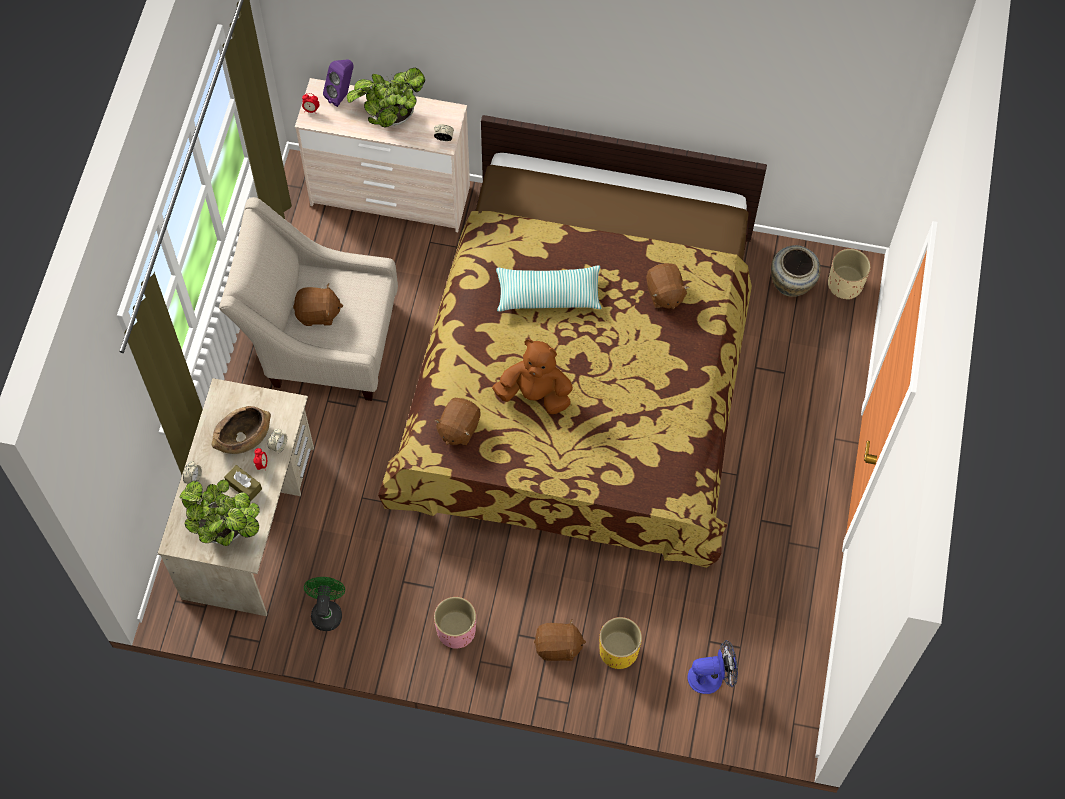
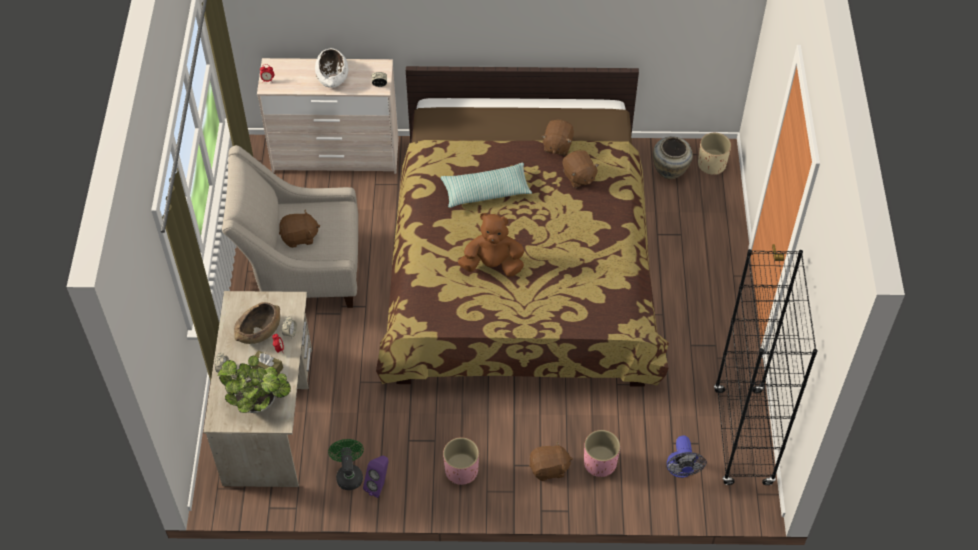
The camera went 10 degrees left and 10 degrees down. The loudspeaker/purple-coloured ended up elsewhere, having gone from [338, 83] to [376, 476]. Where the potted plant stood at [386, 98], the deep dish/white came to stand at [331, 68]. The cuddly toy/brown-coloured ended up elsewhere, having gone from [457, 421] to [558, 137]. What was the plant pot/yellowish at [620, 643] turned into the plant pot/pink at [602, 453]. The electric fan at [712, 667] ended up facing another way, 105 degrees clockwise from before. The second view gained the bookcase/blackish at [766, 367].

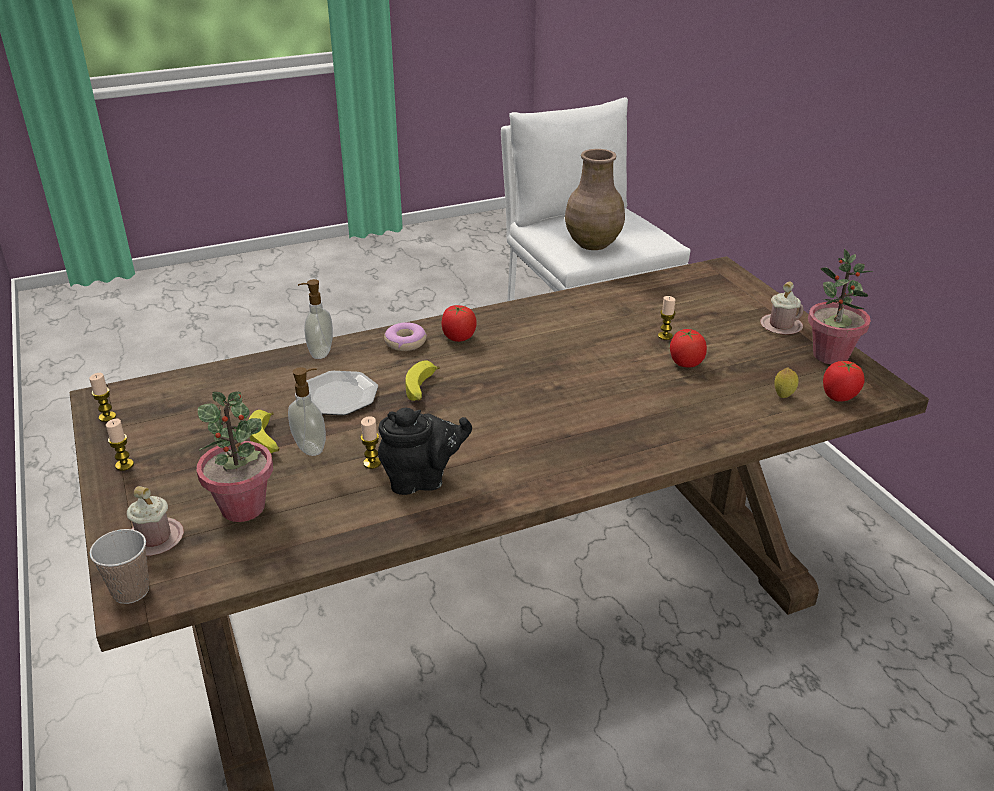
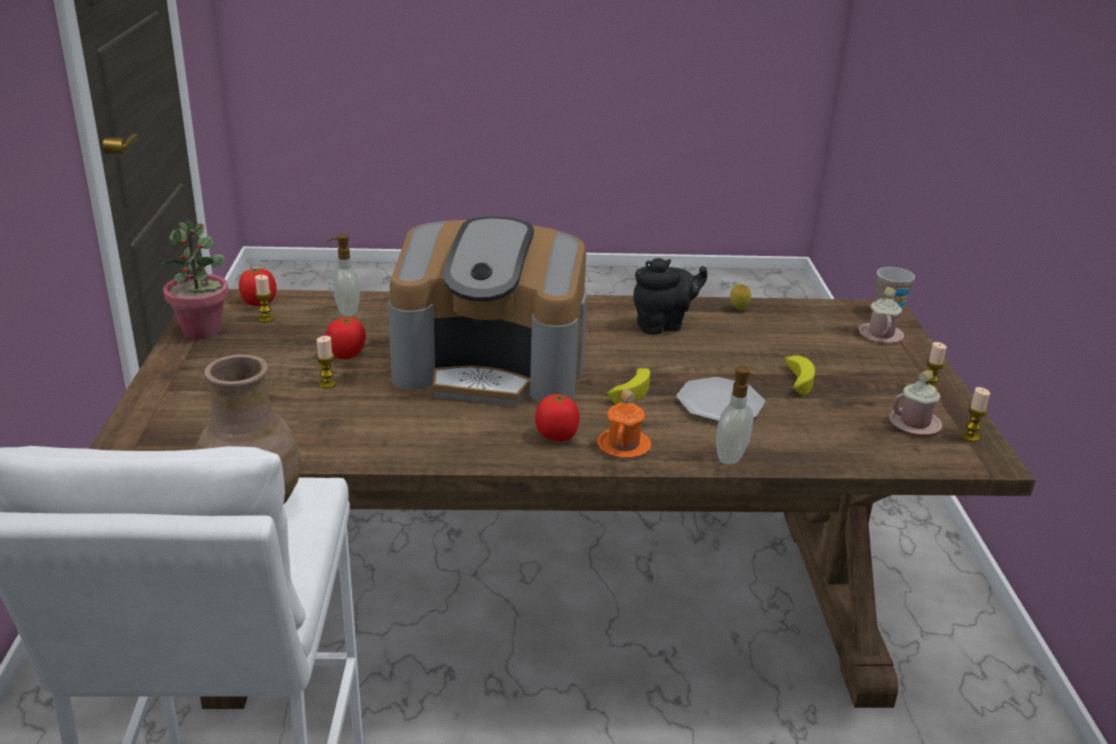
The camera went 160 degrees left and 5 degrees down. The second view lost the potted plant at [235, 457]. The liquid soap bottle ended up elsewhere, having gone from [307, 411] to [343, 275]. The wax light ended up elsewhere, having gone from [371, 442] to [264, 298]. The tea pot/blackish at [425, 451] ended up facing another way, 150 degrees clockwise from before. Where the doughnut stood at [405, 336], the coffee mug/orange-coloured came to stand at [624, 423]. The coffee mug/pink ended up elsewhere, having gone from [782, 308] to [915, 402]. The citrus fruit ended up elsewhere, having gone from [786, 383] to [740, 297]. The second view gained the coffee maker at [487, 311].

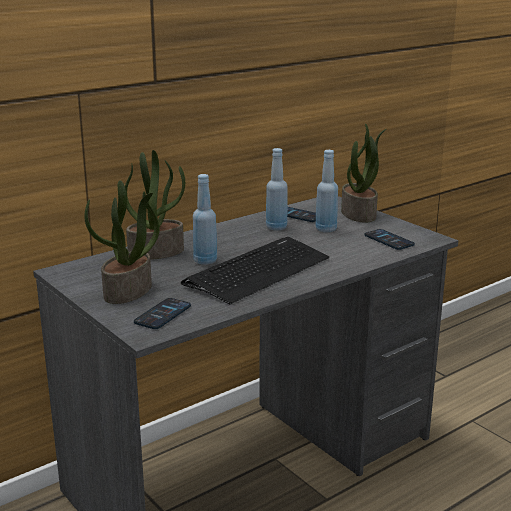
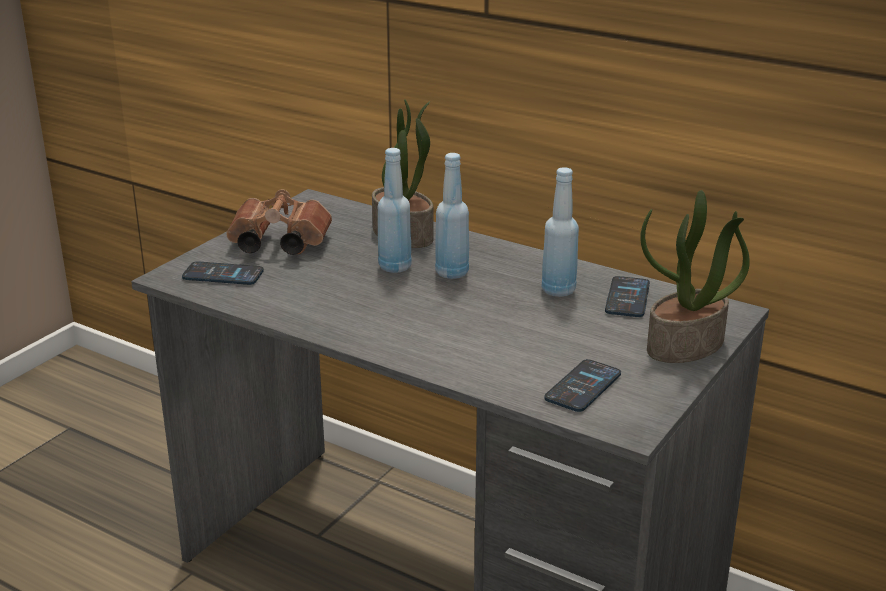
The camera went 70 degrees right and 5 degrees up. Where the potted plant stood at [122, 242], the binoculars/brown-coloured came to stand at [279, 222]. The second view lost the PC keyboard at [255, 270]. The drink bottle/blue-coloured ended up elsewhere, having gone from [326, 191] to [452, 216].

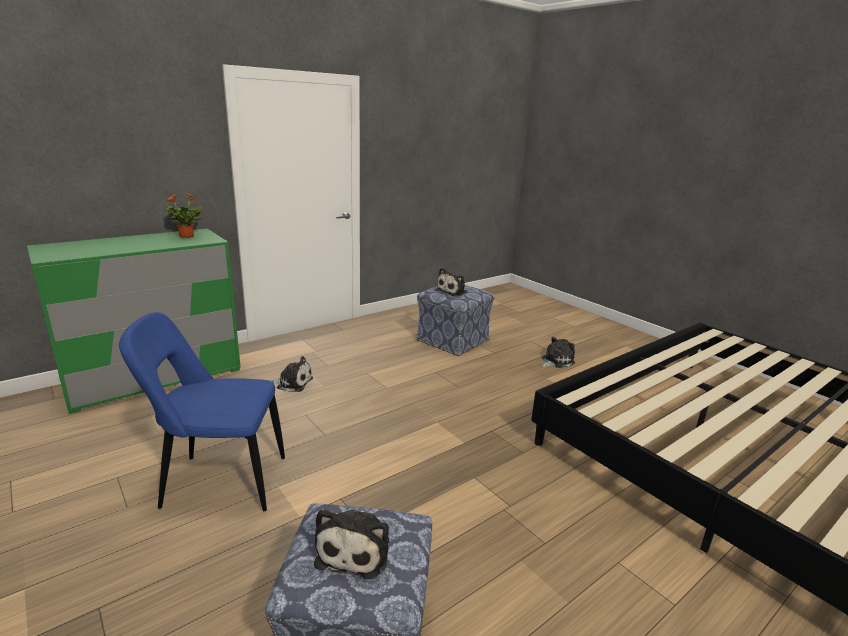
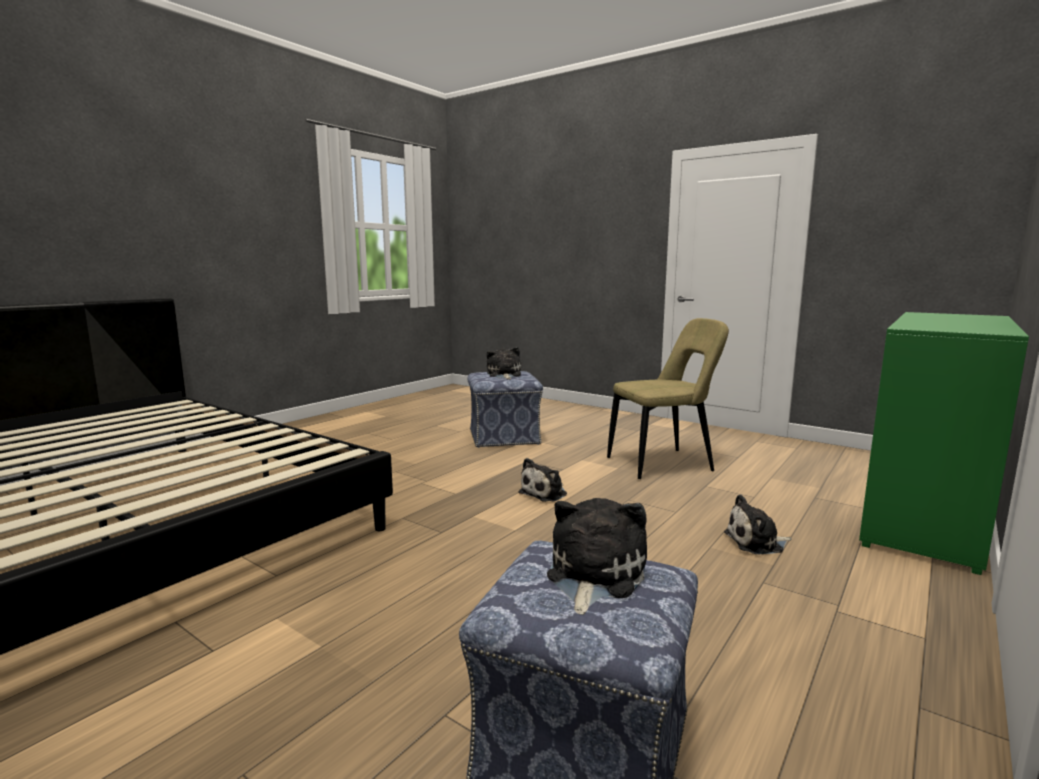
The camera went 165 degrees right and 10 degrees down. What was the plain chair/blue-coloured at [202, 411] turned into the plain chair/sand-coloured at [668, 398]. The second view lost the potted plant at [183, 215]. The cuddly toy ended up elsewhere, having gone from [558, 352] to [542, 480].

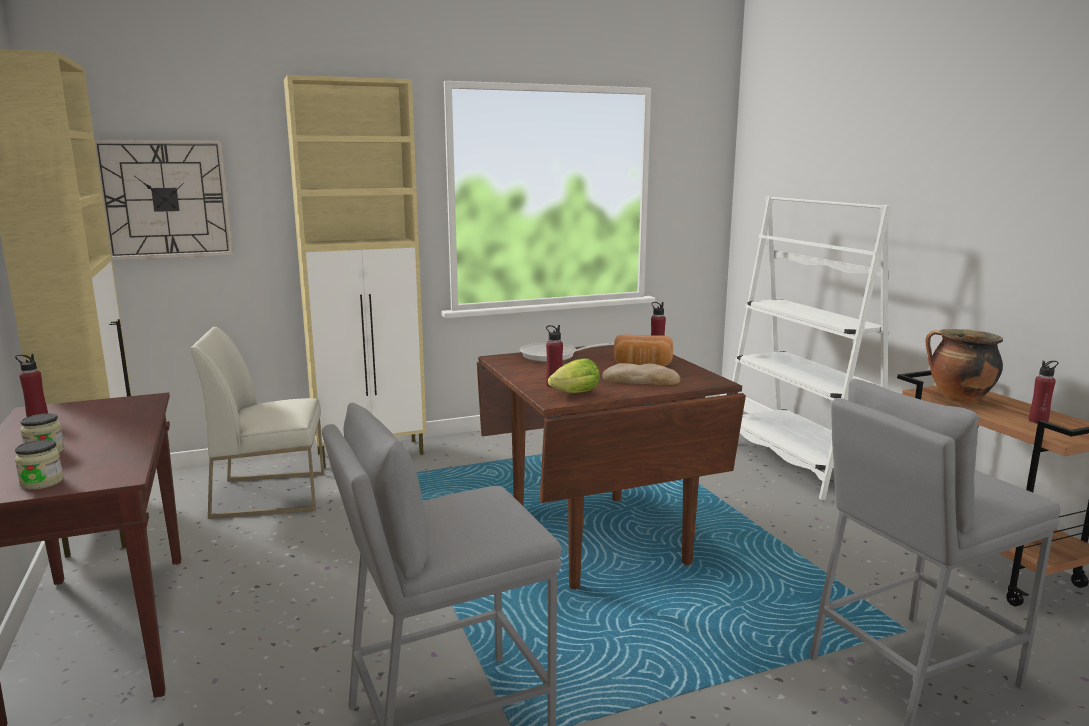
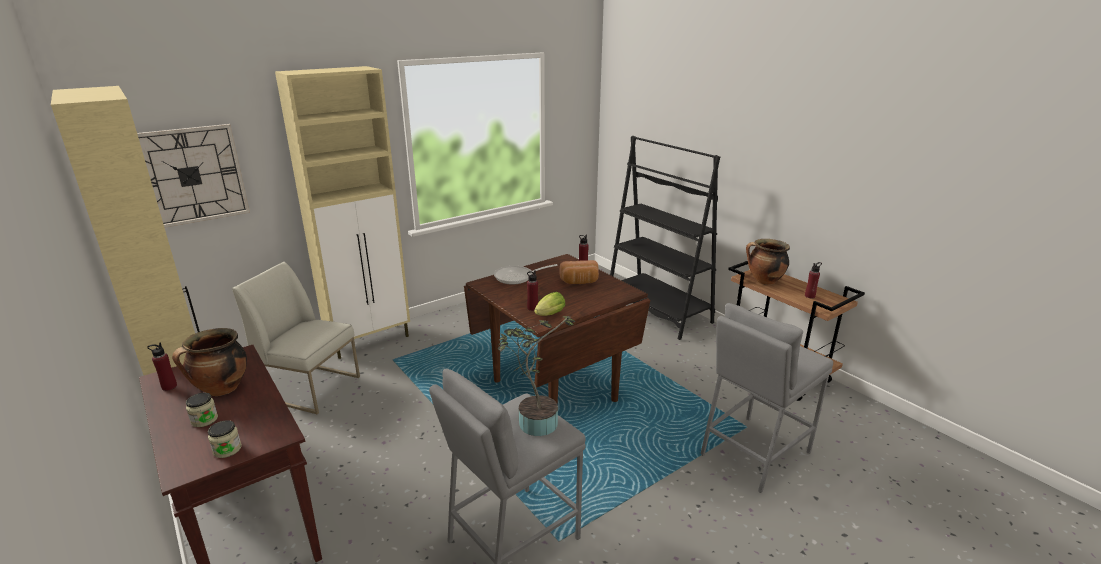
The camera went 15 degrees left and 10 degrees up. The plain chair/white at [257, 423] ended up facing another way, 45 degrees clockwise from before. The second view lost the bread at [641, 374]. What was the bookcase/white at [811, 348] turned into the bookcase/blackish at [665, 238]. The second view gained the cooking pot at [209, 362]. The second view gained the potted plant at [536, 376].

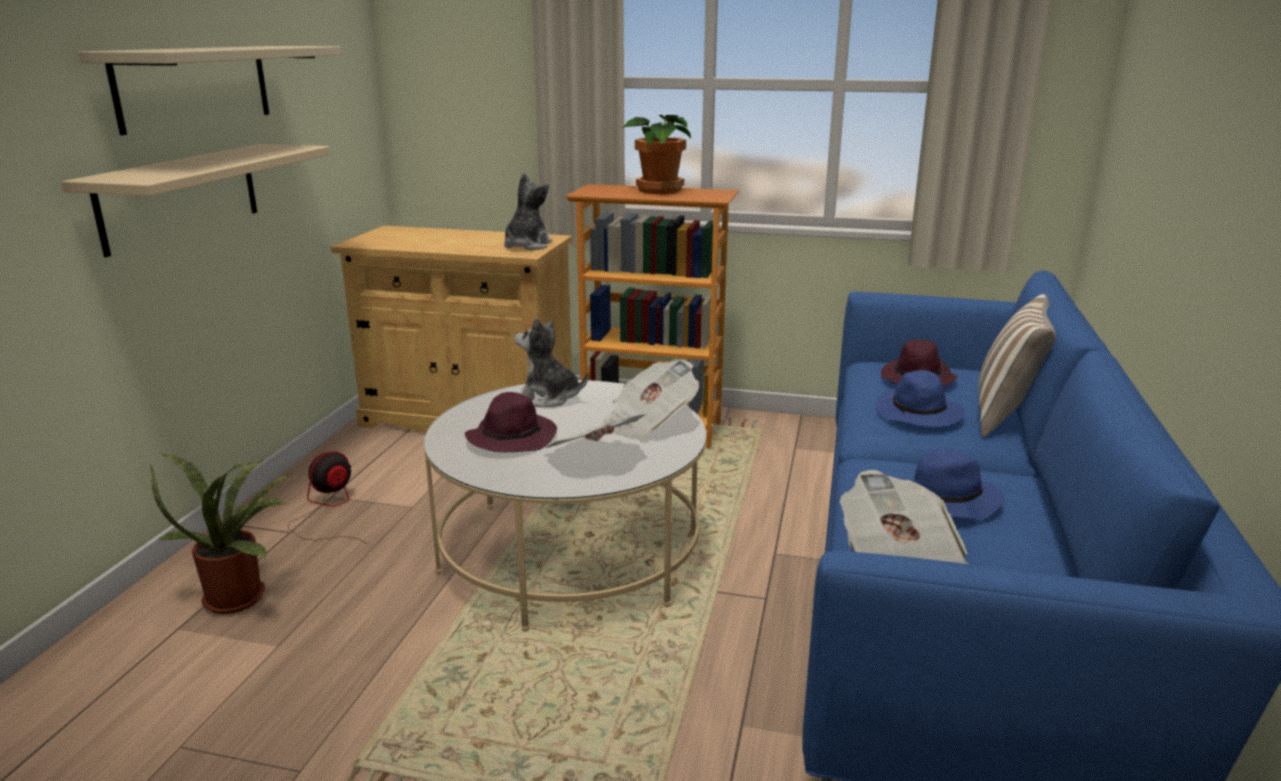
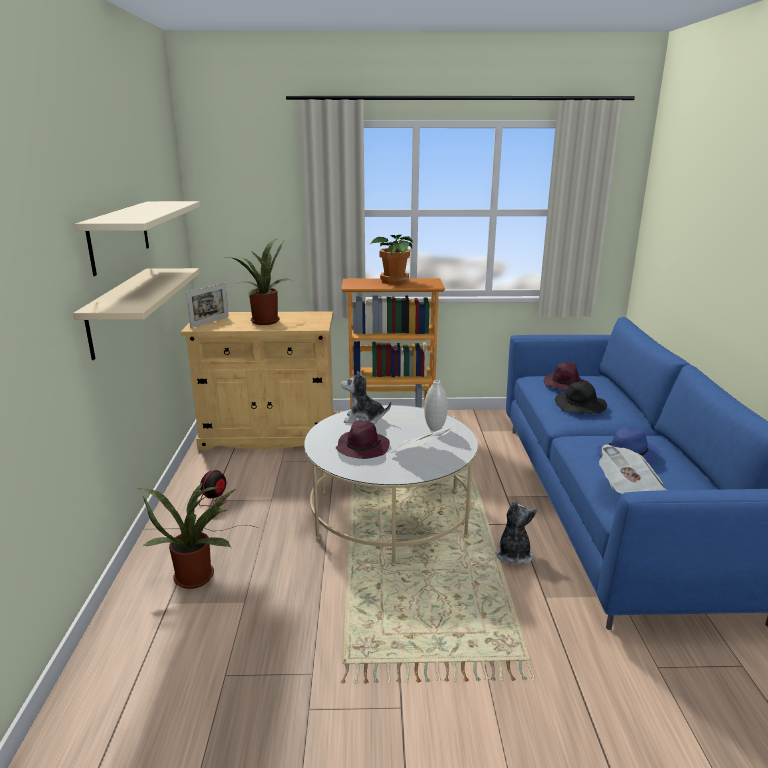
The camera went 15 degrees left and 0 degrees up. The cuddly toy ended up elsewhere, having gone from [528, 211] to [516, 532]. Where the daily paper stood at [649, 398], the decorative vase/white came to stand at [436, 405]. What was the hat/blue-coloured at [920, 398] turned into the hat/blackish at [581, 397]. The second view lost the throw pillow at [1017, 365]. The second view gained the picture frame at [207, 305]. The second view gained the potted plant at [262, 281].

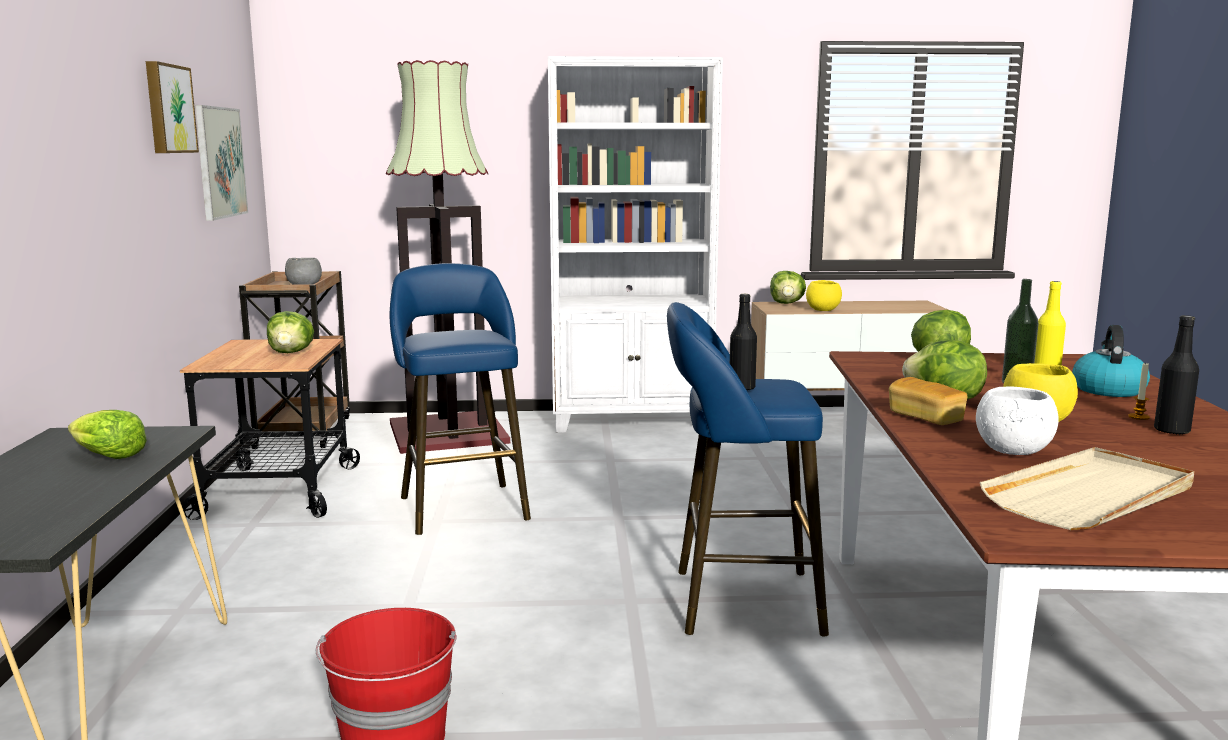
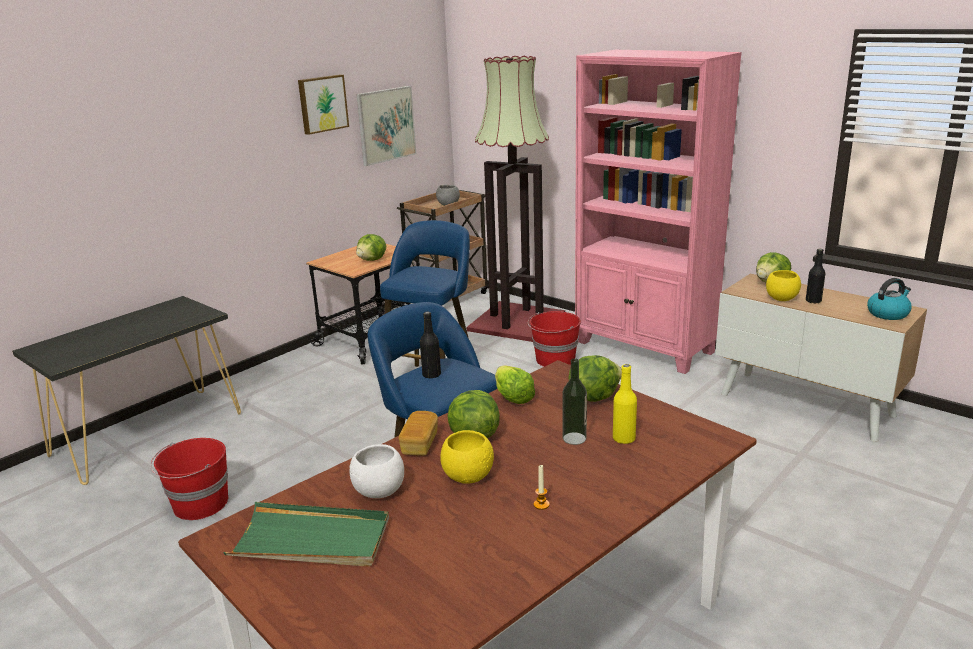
The camera went 45 degrees right and 10 degrees up. The lettuce ended up elsewhere, having gone from [107, 434] to [515, 385]. What was the bookcase/white at [635, 244] turned into the bookcase/pink at [658, 212]. What was the tray/sand-coloured at [1087, 488] turned into the tray/green at [306, 534]. The tea kettle ended up elsewhere, having gone from [1111, 361] to [889, 299]. The drink bottle/blackish ended up elsewhere, having gone from [1176, 375] to [815, 276]. The second view gained the pail/red at [554, 339].

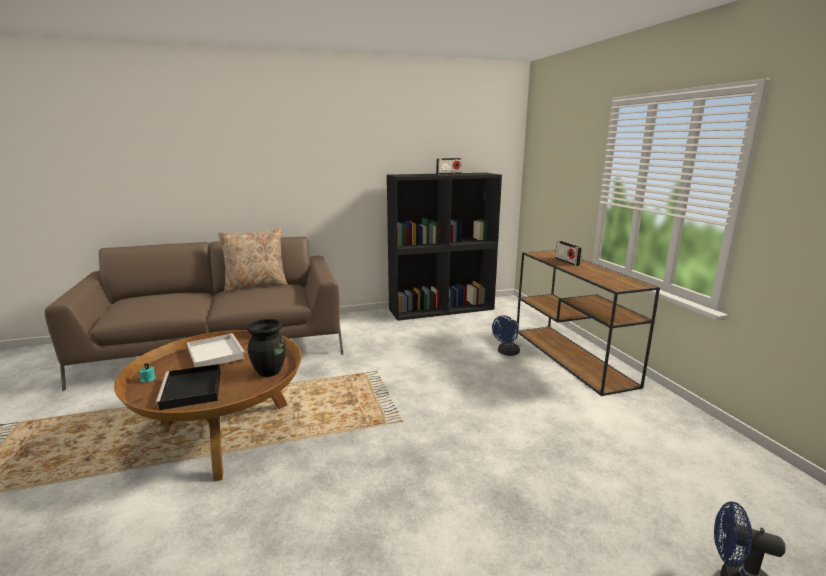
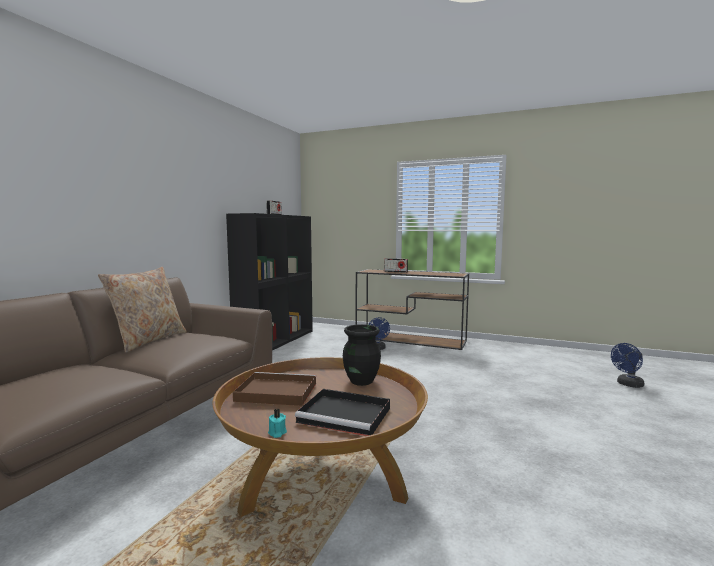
The camera went 50 degrees left and 10 degrees down. What was the tray/white at [216, 350] turned into the tray/brown-coloured at [274, 389].

